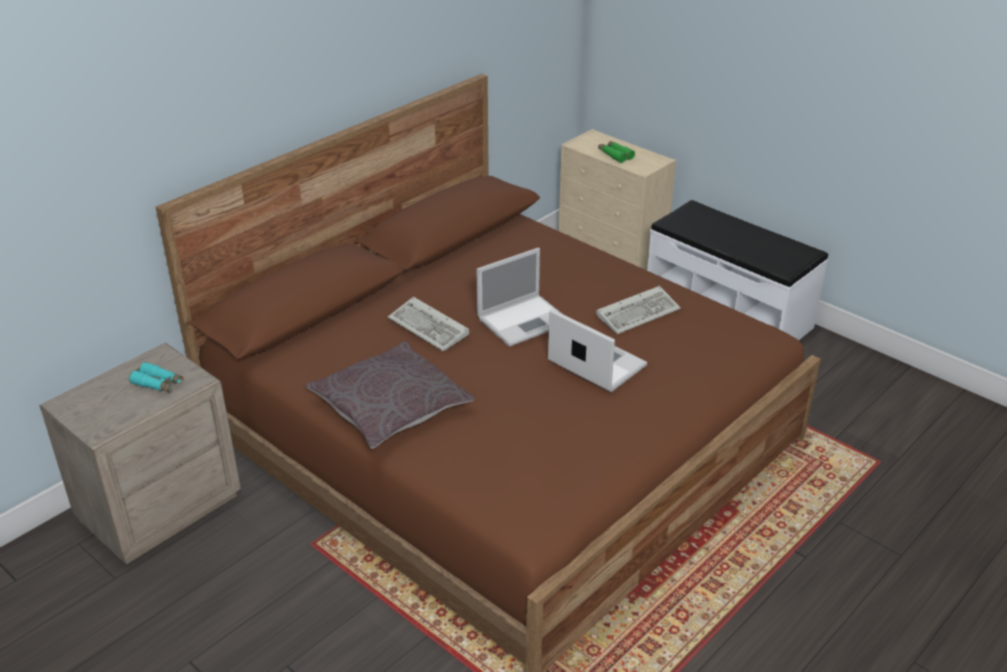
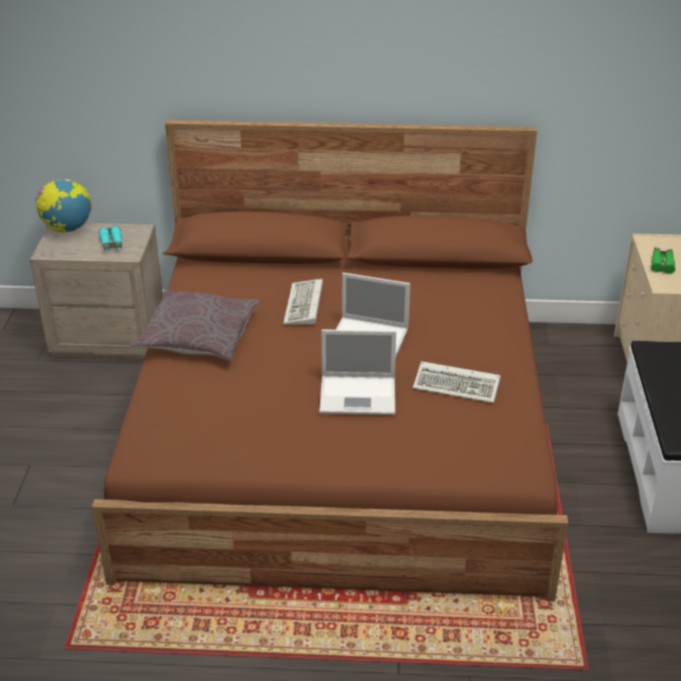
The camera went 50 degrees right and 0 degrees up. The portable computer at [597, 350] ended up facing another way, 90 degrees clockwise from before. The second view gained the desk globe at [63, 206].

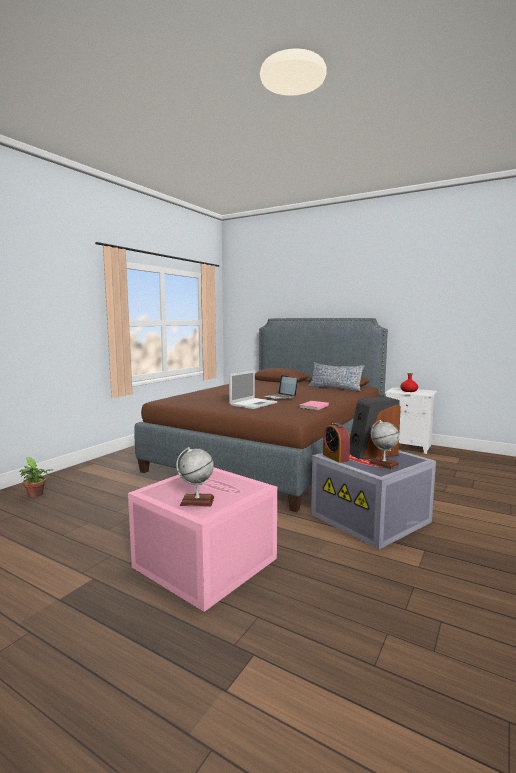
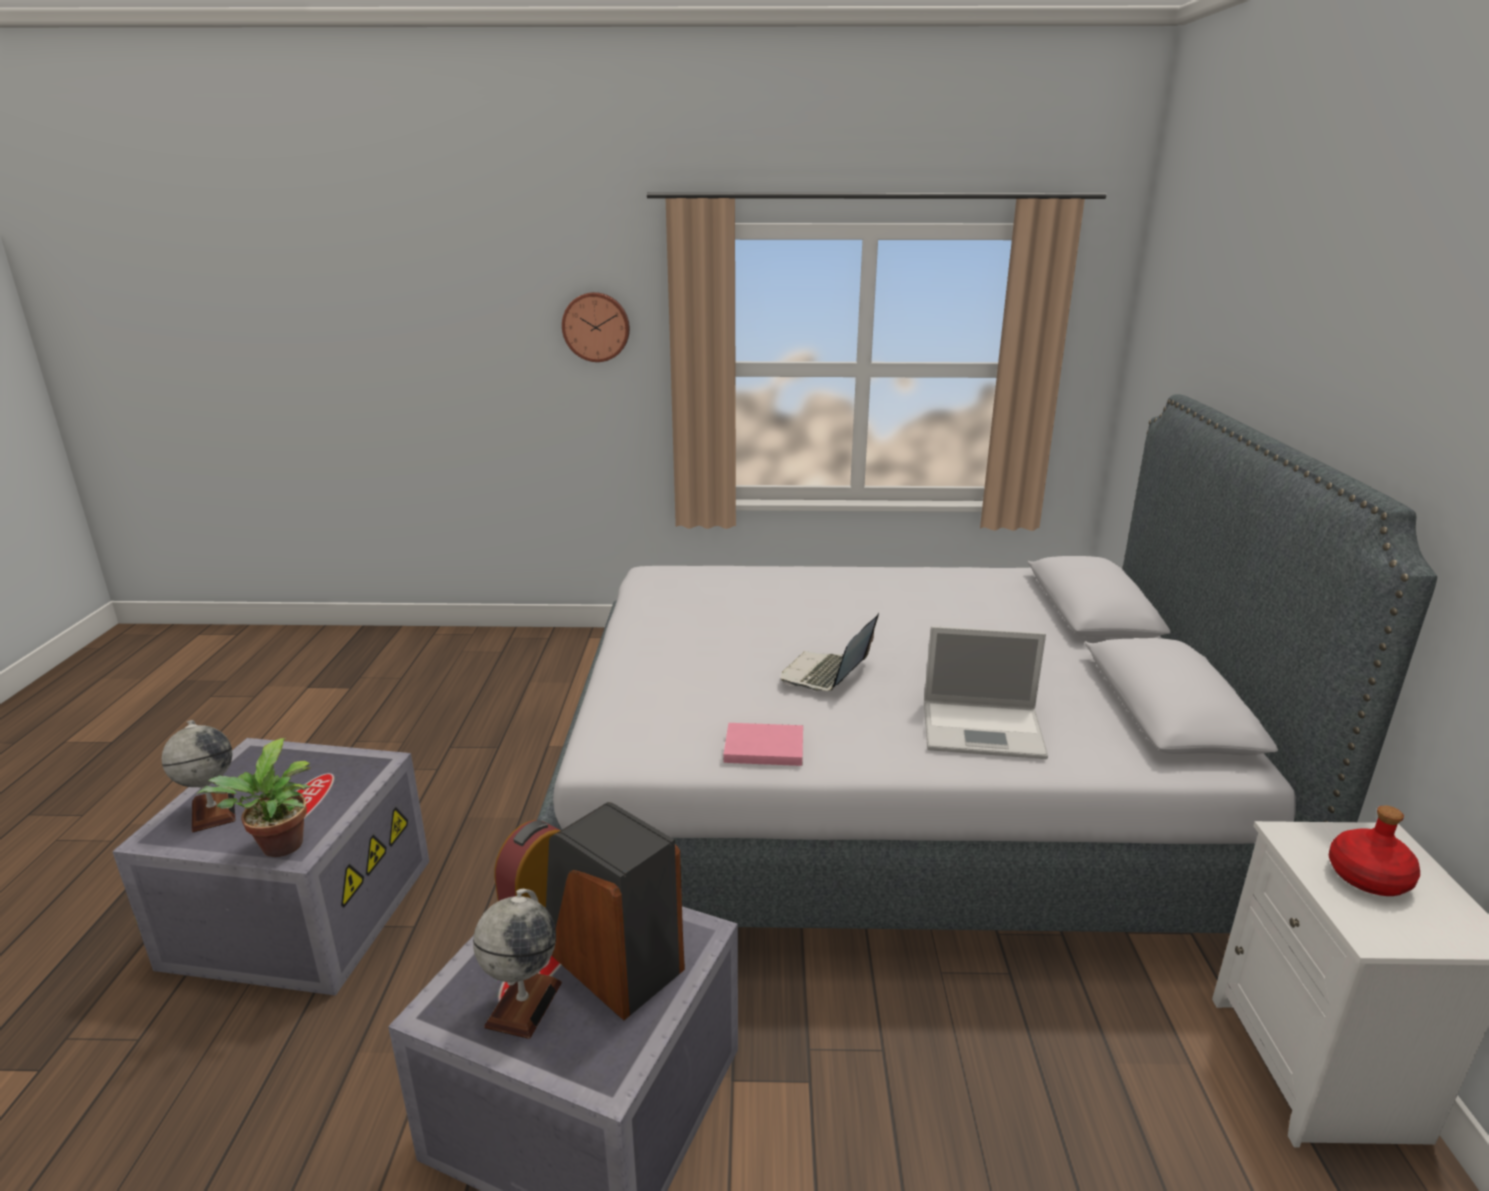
The camera went 60 degrees right and 15 degrees up. The potted plant ended up elsewhere, having gone from [35, 477] to [254, 797]. What was the storage bin/pink at [202, 540] turned into the storage bin/greyish at [271, 867]. What was the sleeping bed/brown-coloured at [261, 415] turned into the sleeping bed/greyish at [987, 663]. The portable computer ended up elsewhere, having gone from [253, 389] to [986, 692]. The second view lost the throw pillow at [336, 377]. The second view gained the wall clock at [596, 327].

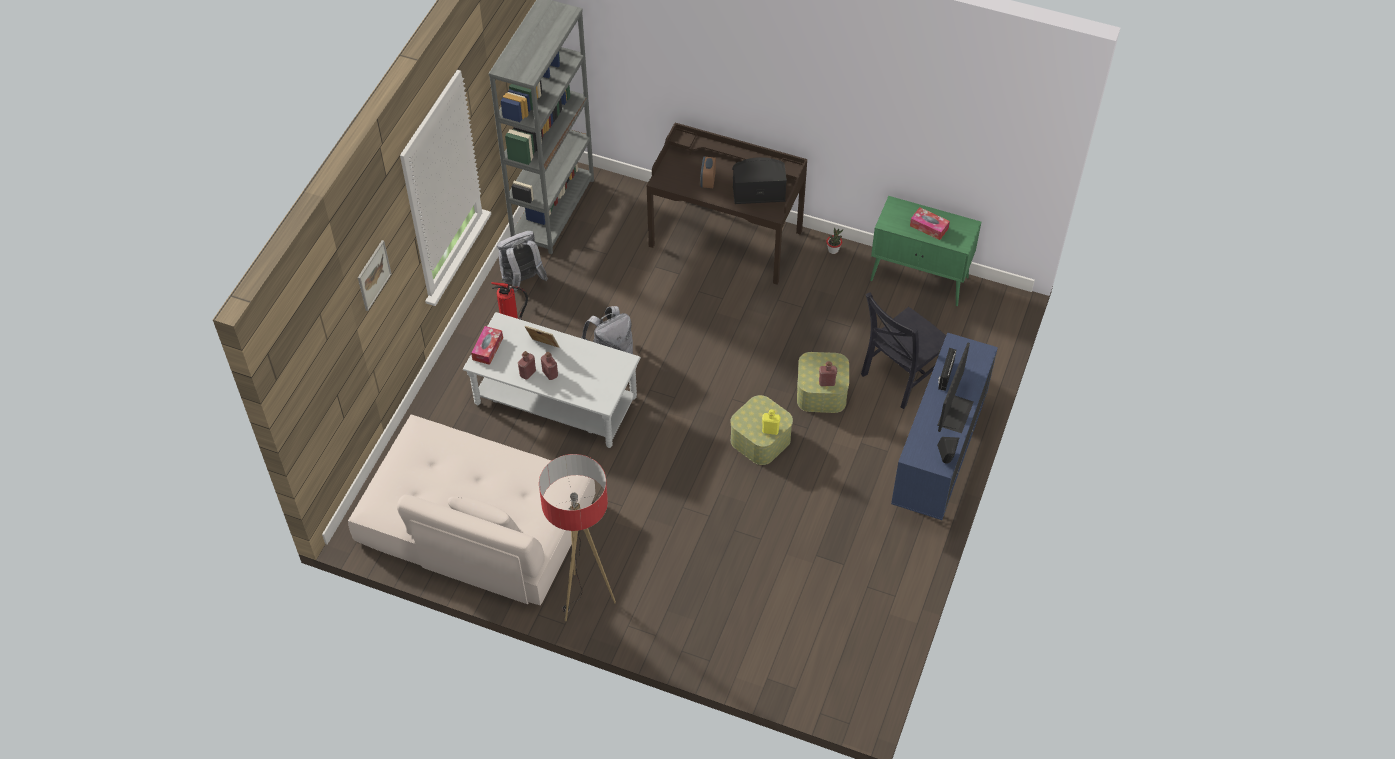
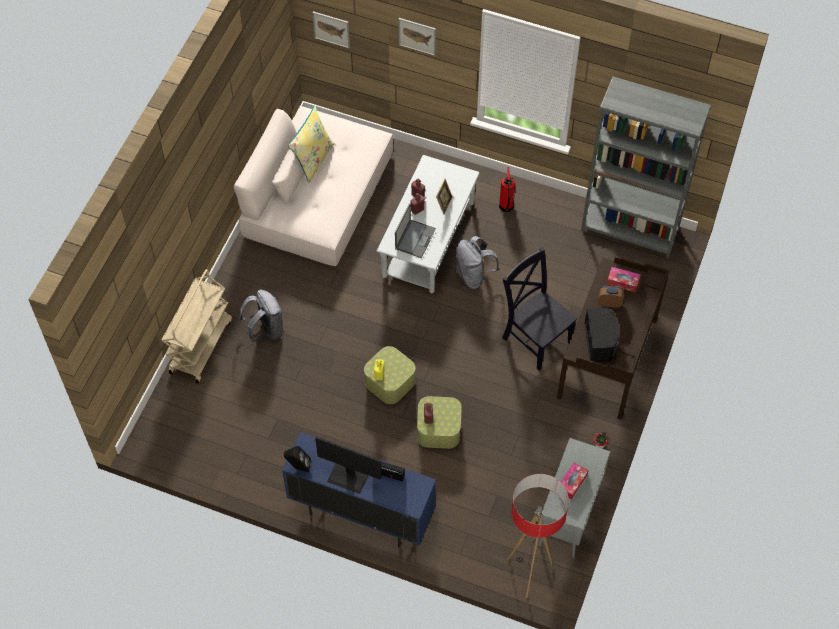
The camera went 90 degrees right and 5 degrees up. The tissue holder ended up elsewhere, having gone from [487, 345] to [624, 279]. The backpack/greyish ended up elsewhere, having gone from [522, 262] to [261, 316]. The standard lamp ended up elsewhere, having gone from [577, 537] to [538, 536]. The plain chair/blackish ended up elsewhere, having gone from [903, 350] to [539, 308]. What was the cabinet/green at [925, 251] turned into the cabinet/greyish at [574, 498]. The second view gained the wheeled cart/sand-coloured at [196, 327]. The second view gained the throw pillow/yellowish at [311, 144]. The second view gained the picture at [331, 29]. The second view gained the portable computer at [415, 230].

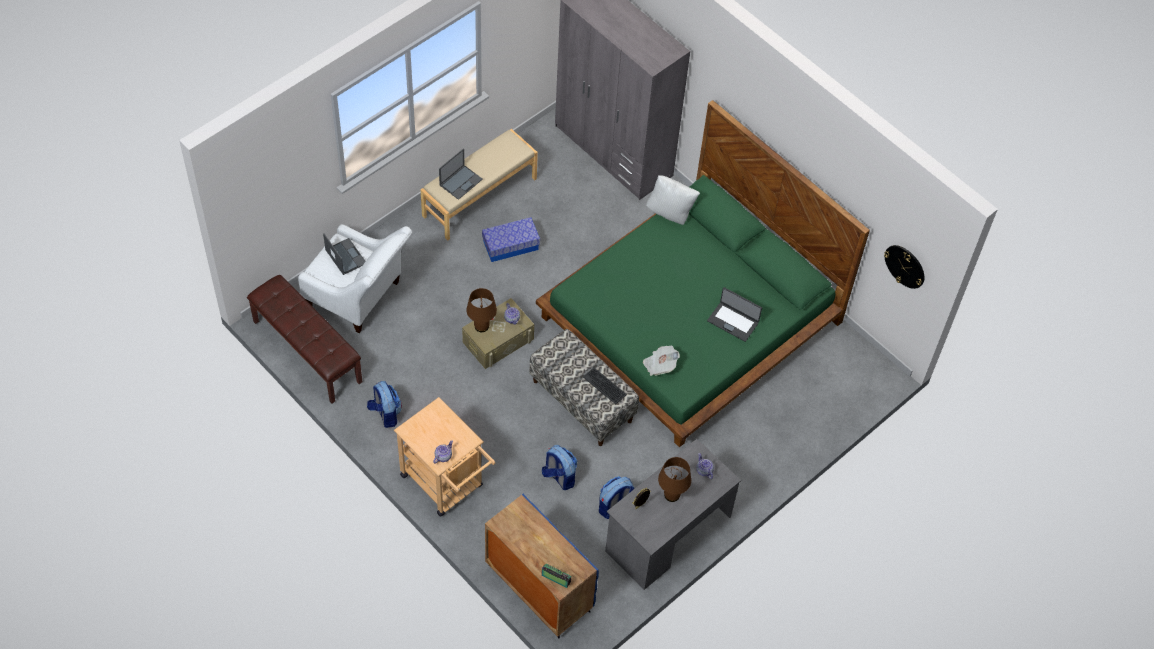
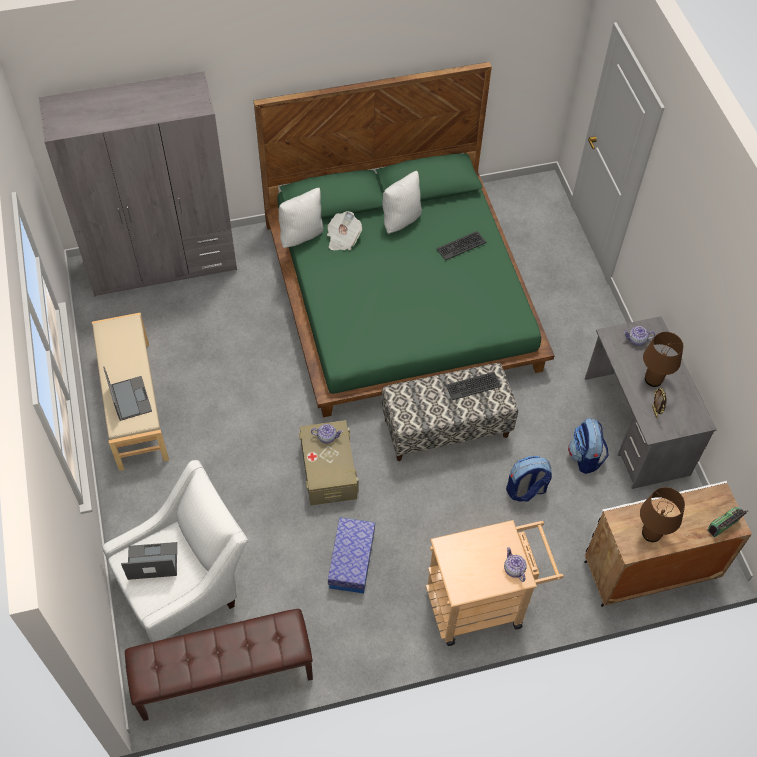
The camera went 60 degrees left and 0 degrees up. The second view lost the backpack at [384, 404]. The table lamp/brown-coloured ended up elsewhere, having gone from [481, 310] to [662, 514]. The storage bin ended up elsewhere, having gone from [511, 239] to [351, 555]. What was the cabinet/blue-coloured at [542, 566] turned into the cabinet/white at [668, 544]. The daily paper ended up elsewhere, having gone from [661, 361] to [344, 230]. Where the portable computer stood at [734, 314], the PC keyboard came to stand at [461, 246]. The second view lost the wall clock at [904, 267]. The second view gained the throw pillow/white at [402, 202].

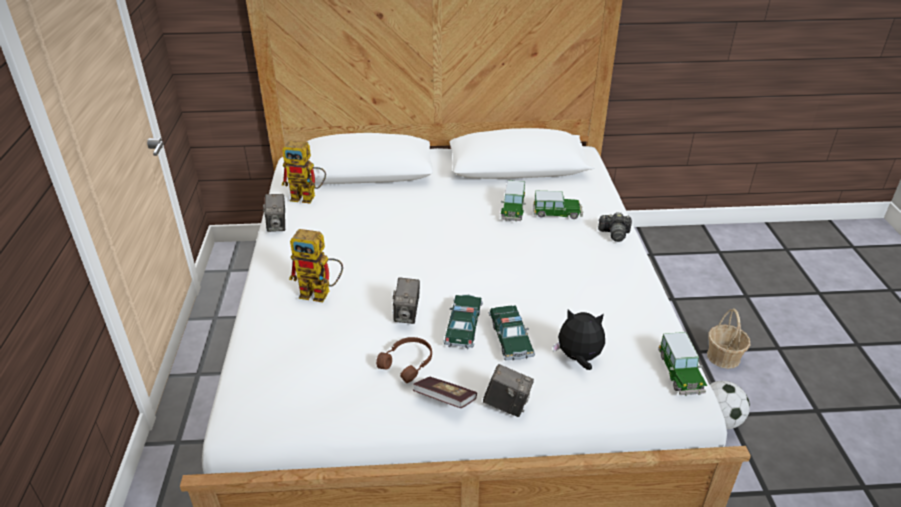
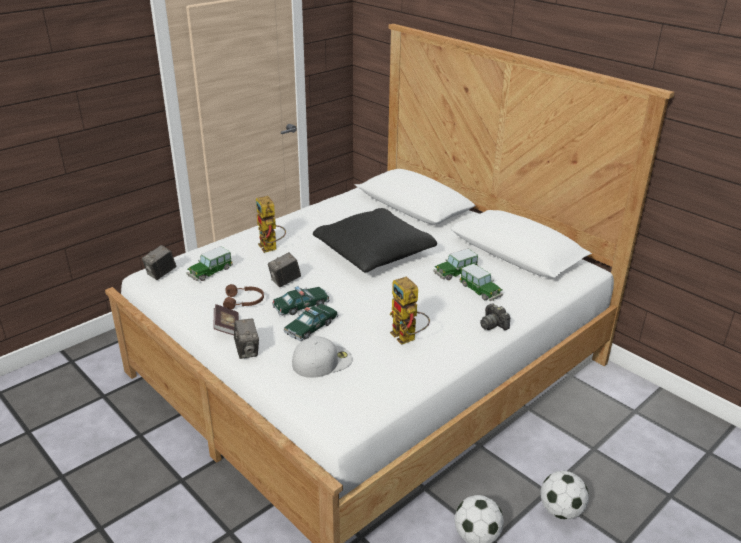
The camera went 50 degrees right and 5 degrees down. The still camera ended up elsewhere, having gone from [274, 213] to [159, 262]. The model robot ended up elsewhere, having gone from [304, 172] to [409, 311]. Where the cuddly toy stood at [579, 339], the peaked cap/white came to stand at [322, 357]. The toy car ended up elsewhere, having gone from [682, 364] to [209, 263]. Where the basket stood at [728, 338], the football came to stand at [565, 495]. The second view gained the throw pillow/blackish at [375, 240].

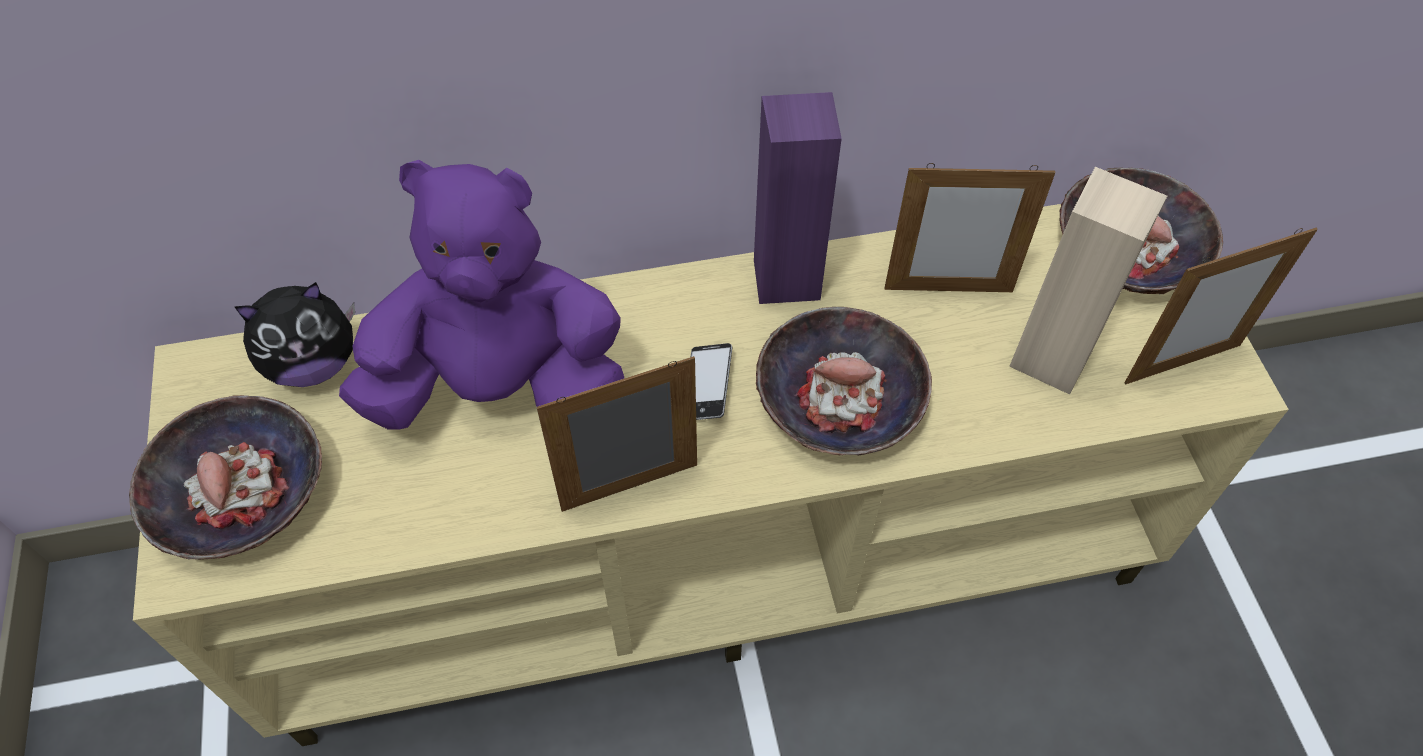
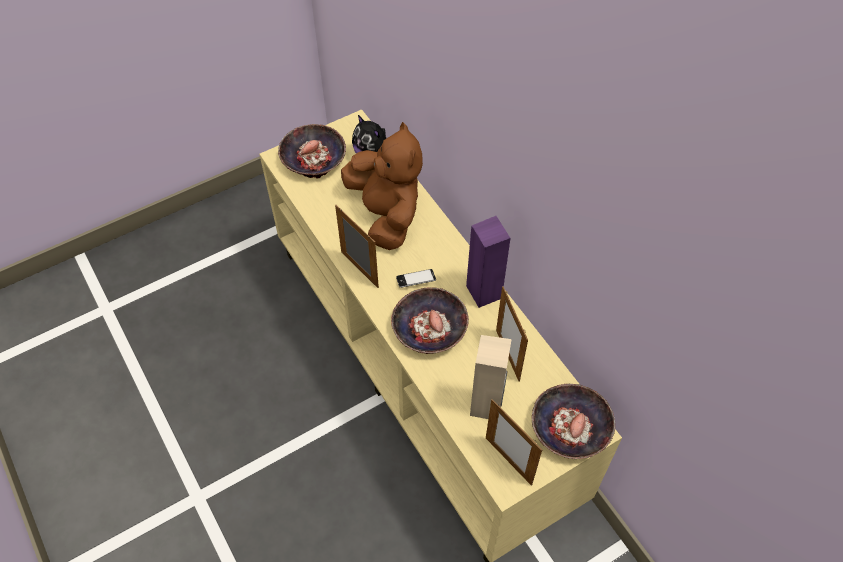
The camera went 70 degrees right and 0 degrees up. What was the cuddly toy/purple-coloured at [481, 295] turned into the cuddly toy/brown-coloured at [382, 186].

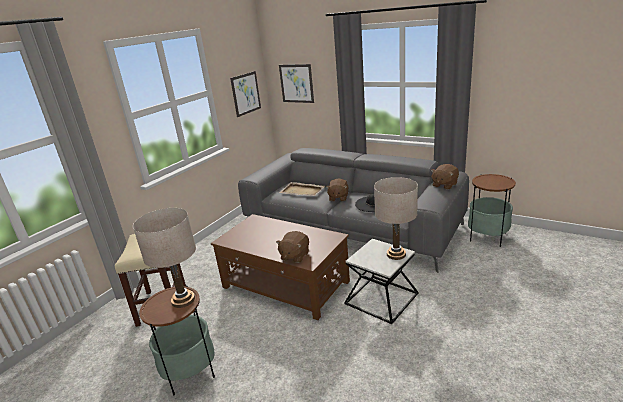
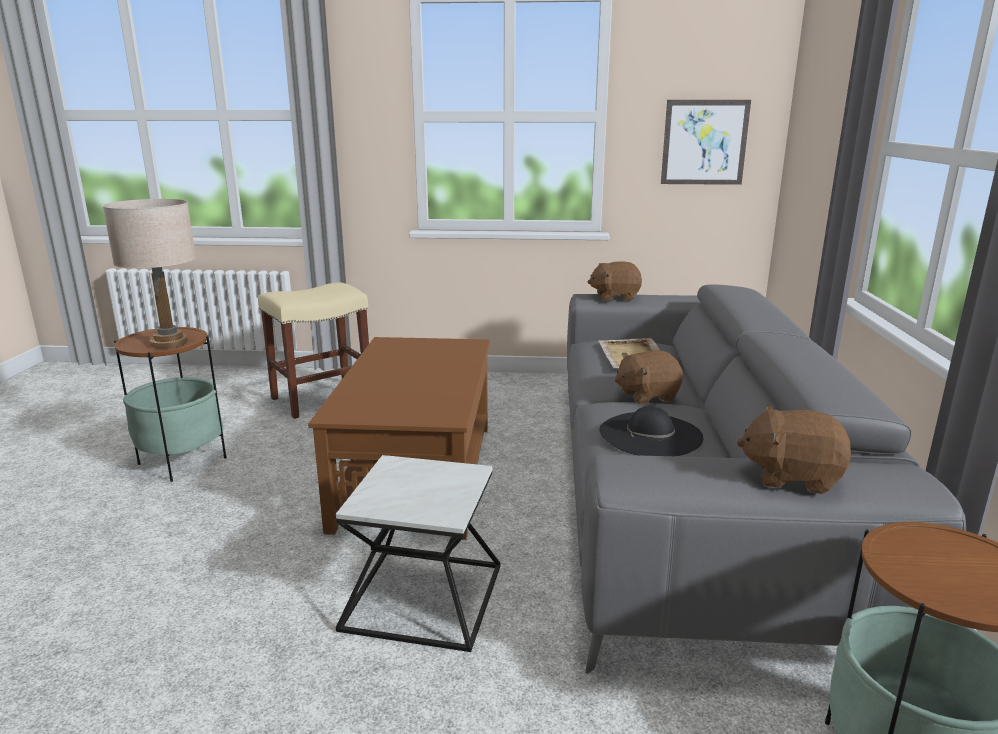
The camera went 60 degrees right and 5 degrees down. The cuddly toy/brown-coloured ended up elsewhere, having gone from [292, 247] to [615, 281]. The second view lost the picture at [296, 83]. The second view lost the table lamp/sand-coloured at [396, 218].

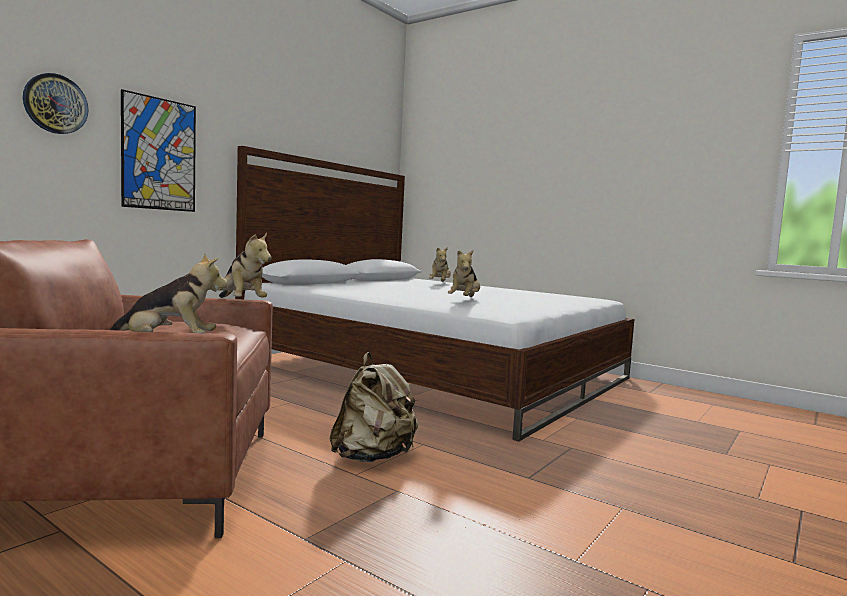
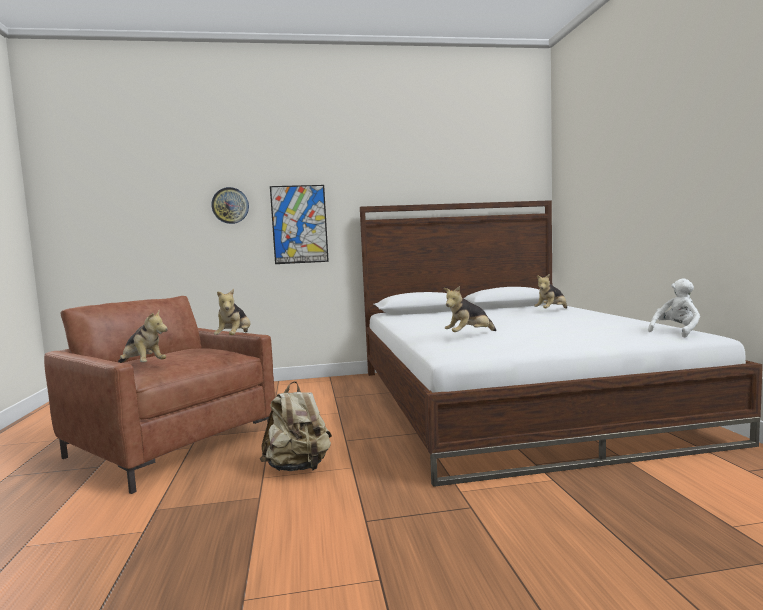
The camera went 45 degrees right and 0 degrees up. The second view gained the cuddly toy/white at [674, 308].

